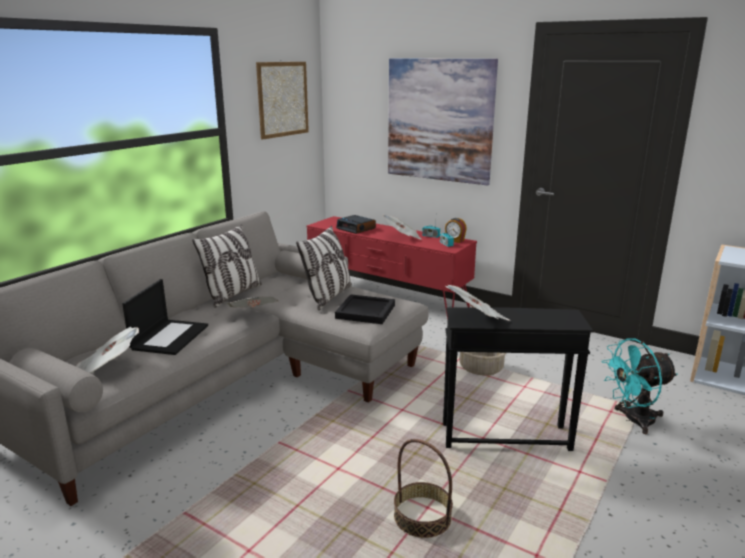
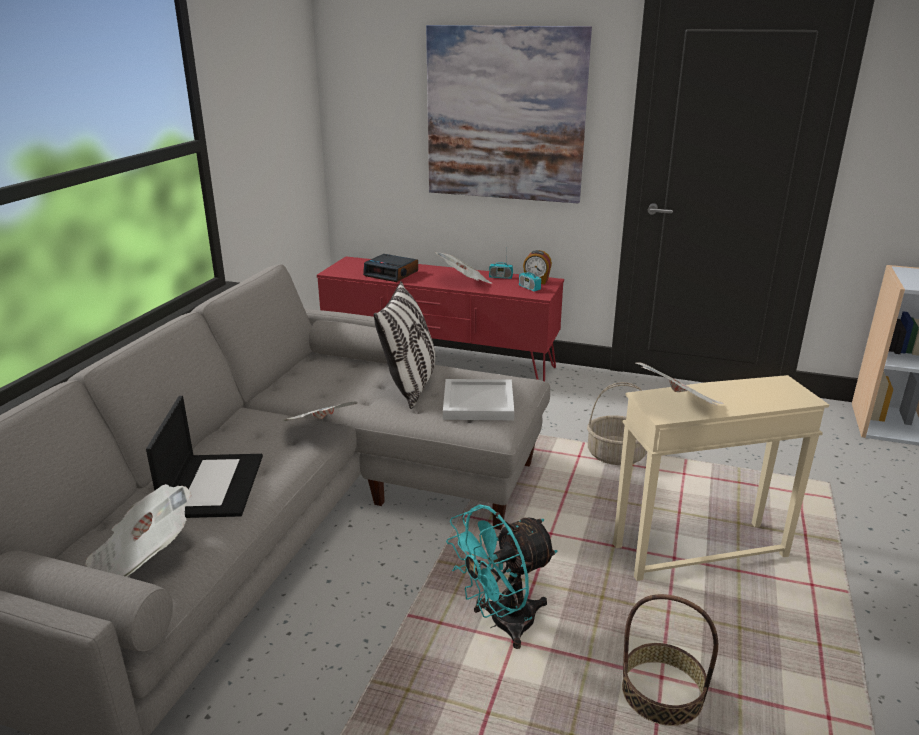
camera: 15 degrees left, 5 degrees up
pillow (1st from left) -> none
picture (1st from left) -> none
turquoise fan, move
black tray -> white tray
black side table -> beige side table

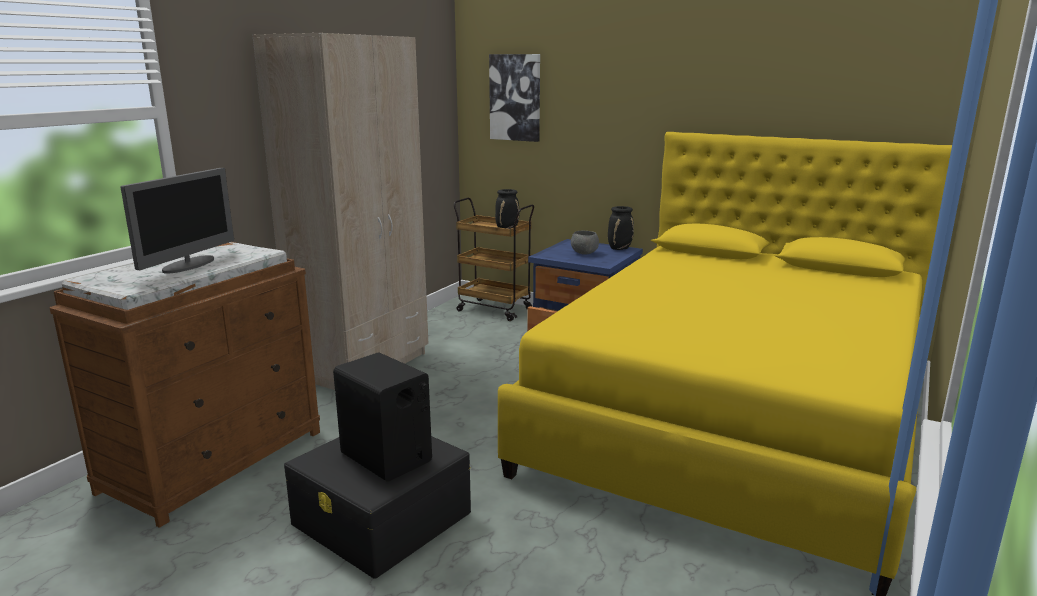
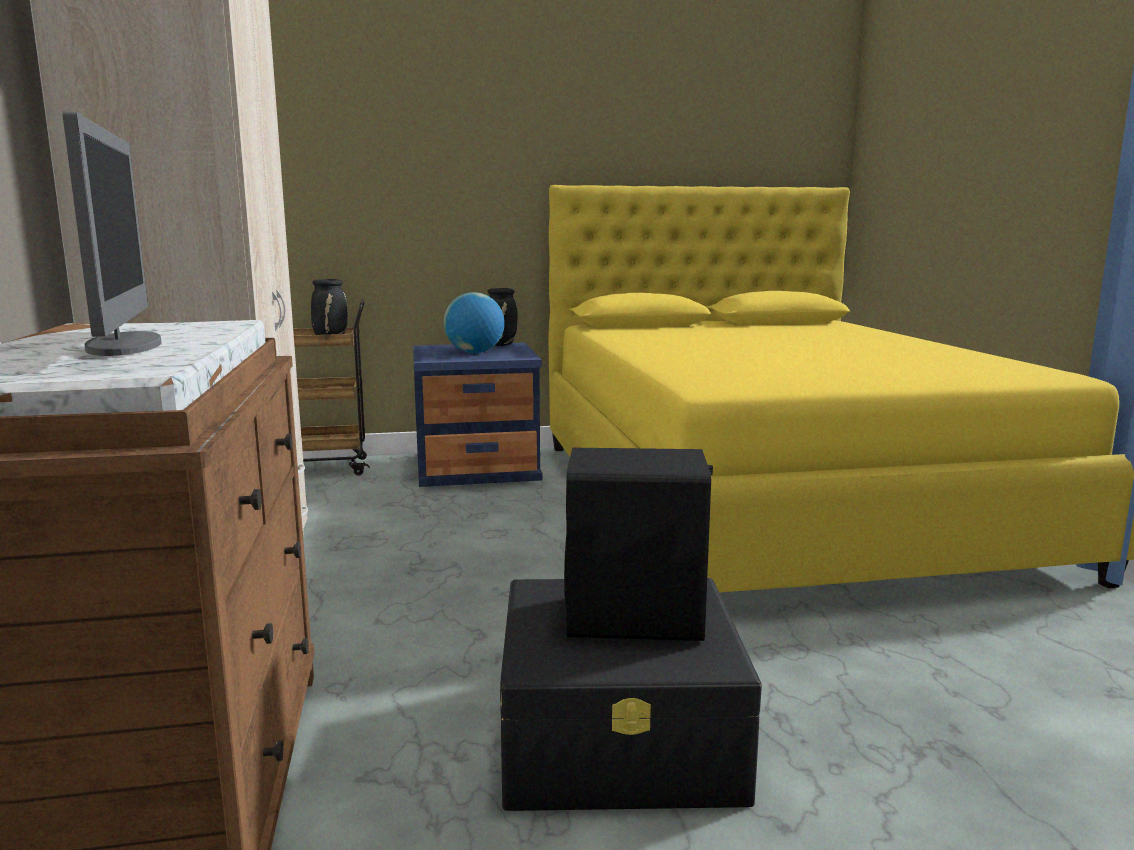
camera: 40 degrees left, 5 degrees down
picture -> none
grey bowl -> globe

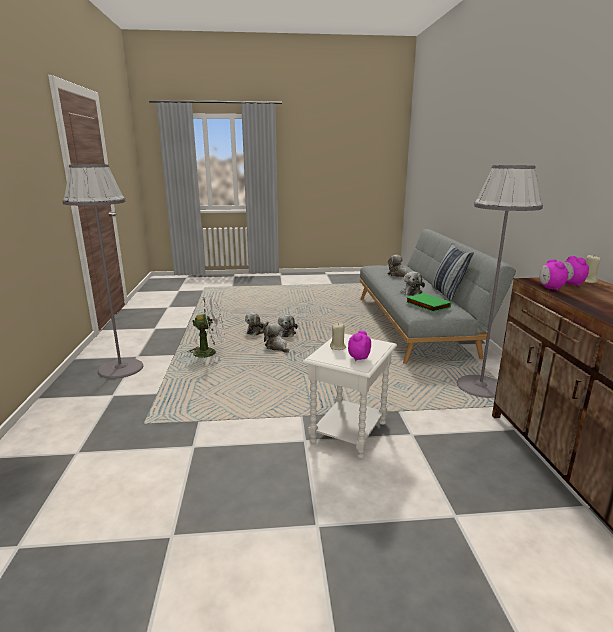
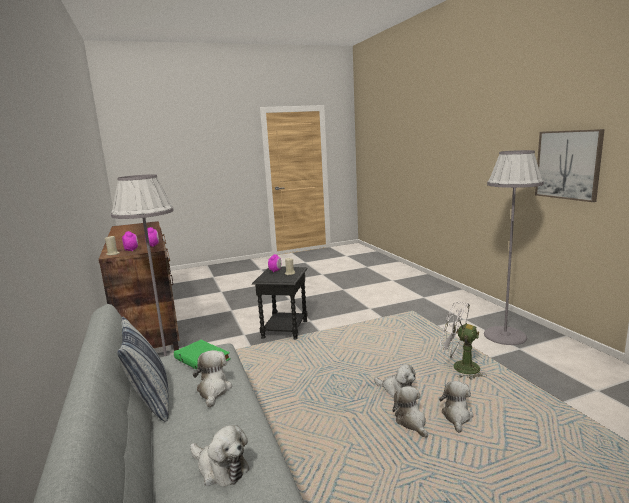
camera: 165 degrees right, 5 degrees down
none -> picture
white side table -> black side table
white fan, 60 degrees clockwise

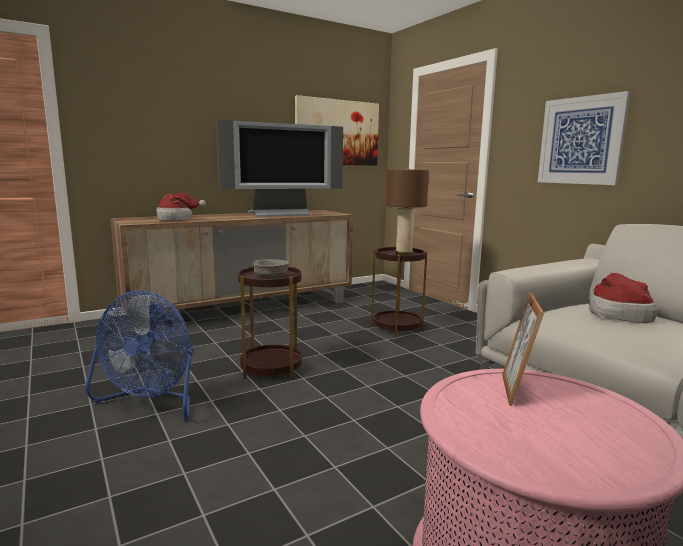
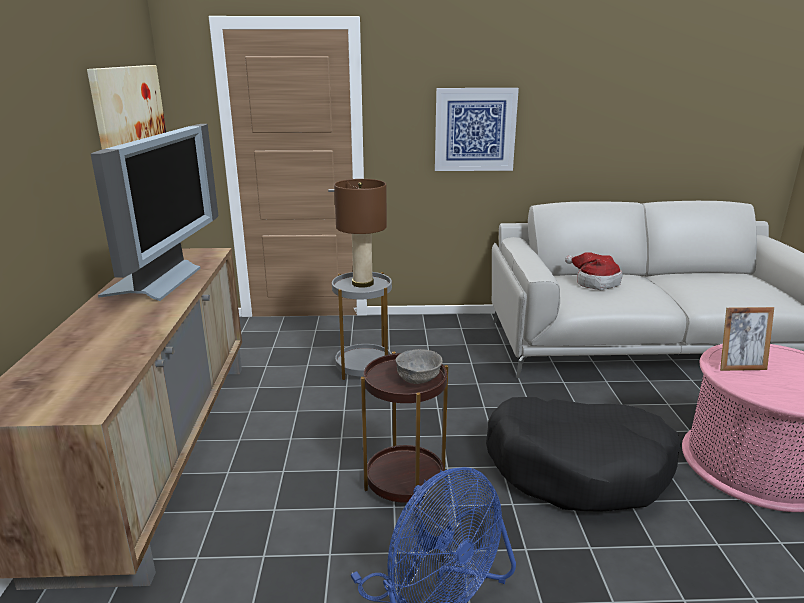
camera: 60 degrees left, 10 degrees up
hat (1st from left) -> none
none -> black dog bed
brown side table (2nd from left) -> grey side table
picture frame, 45 degrees counterclockwise

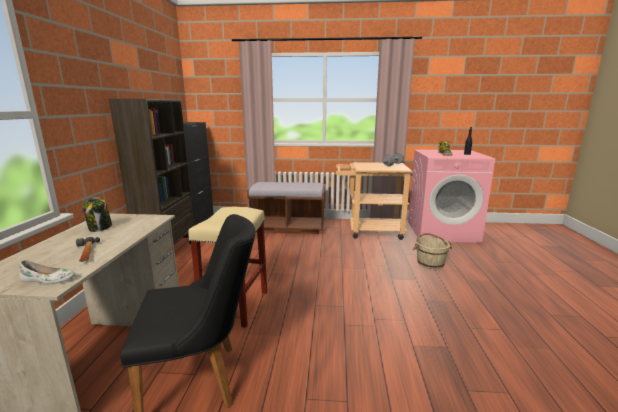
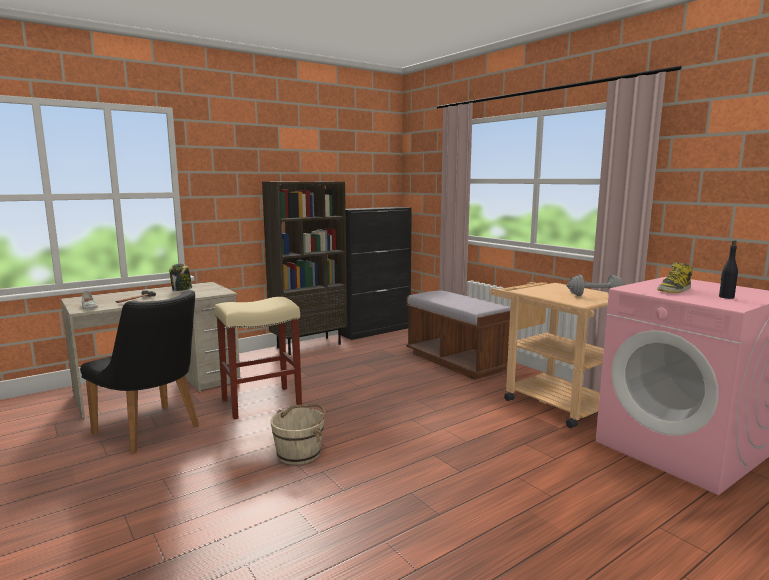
camera: 50 degrees right, 5 degrees down
beige bucket, move

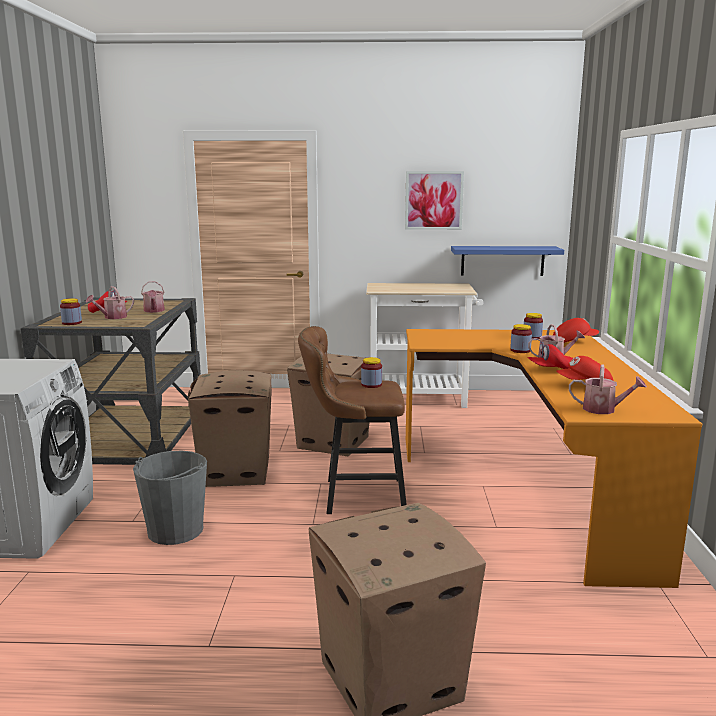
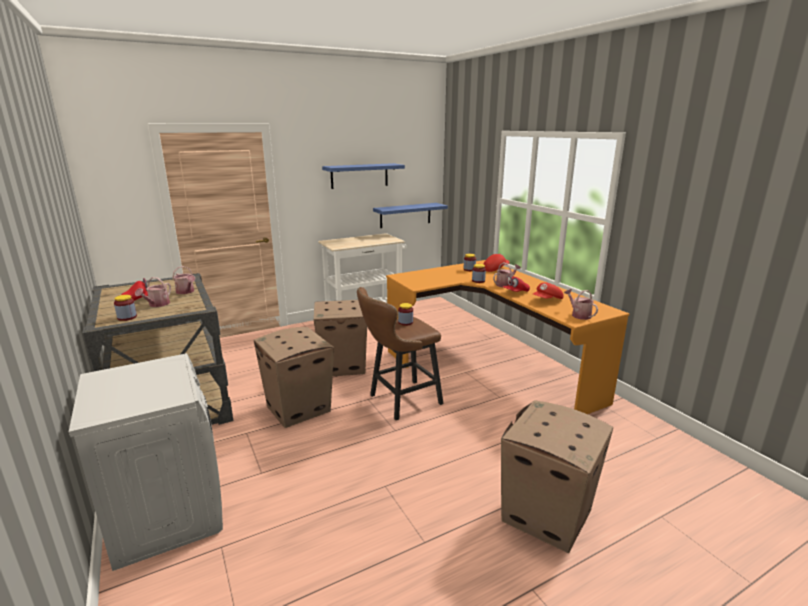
camera: 30 degrees left, 5 degrees up
grey bucket -> none
picture -> blue shelf (1st from left)
watering can (4th from left), 105 degrees counterclockwise

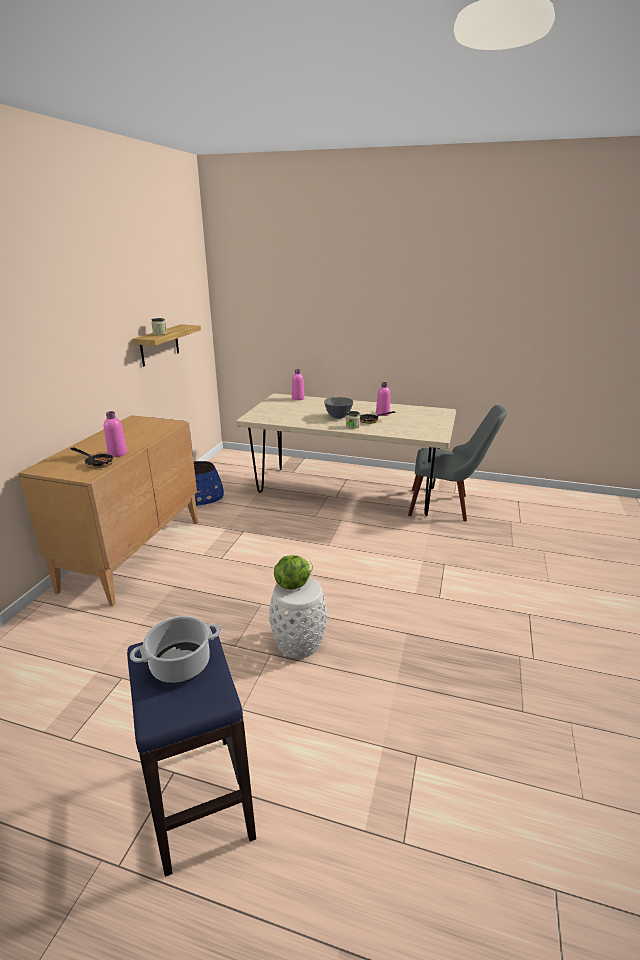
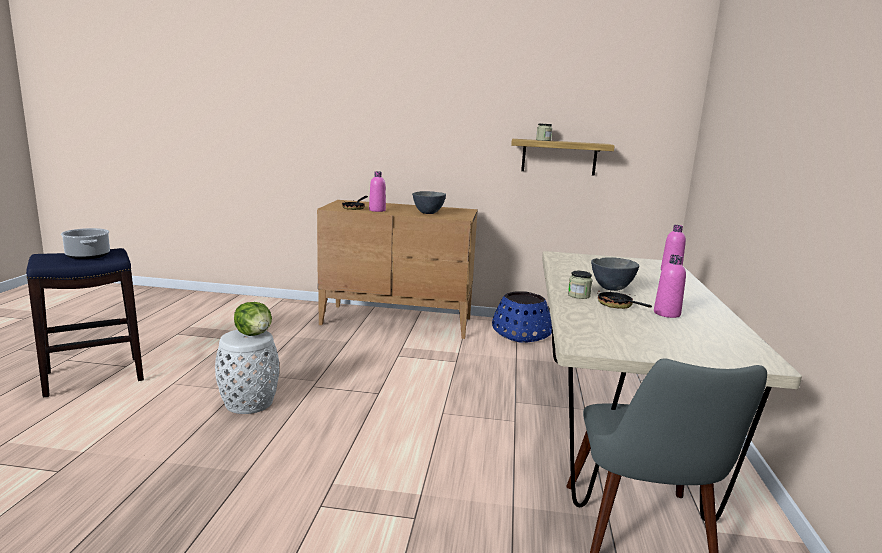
camera: 80 degrees right, 10 degrees down
none -> grey bowl (1st from left)

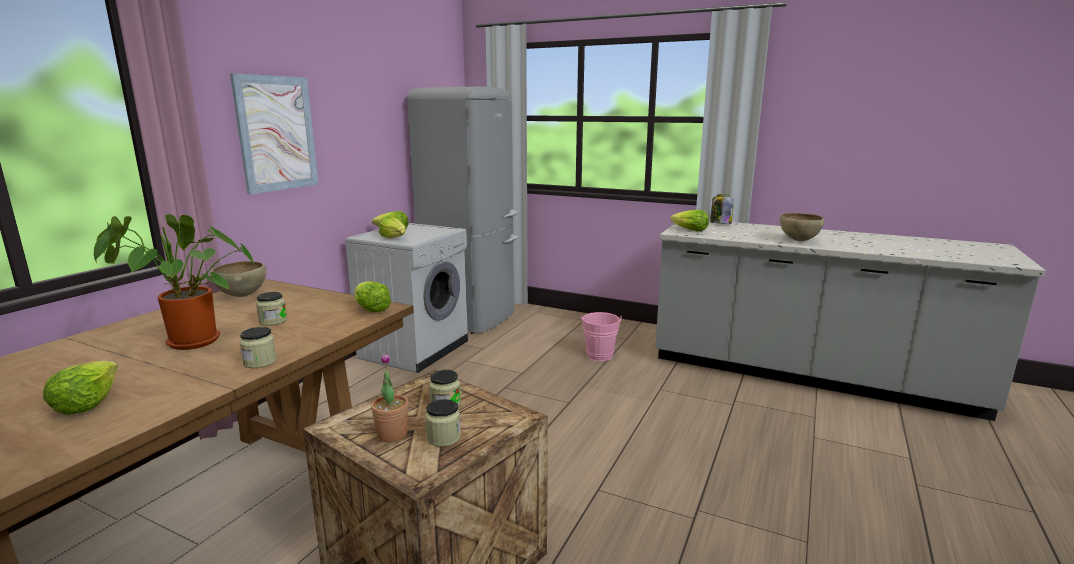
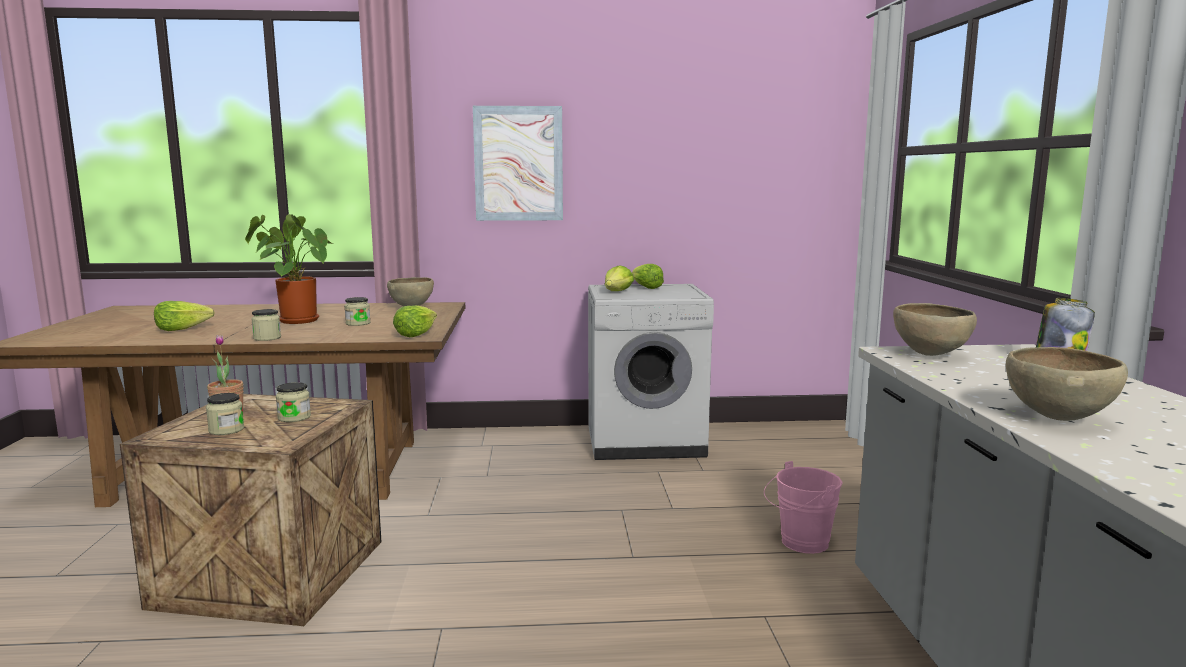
camera: 60 degrees right, 5 degrees down
grey fridge -> none
lettuce (5th from left) -> brown bowl (2nd from left)

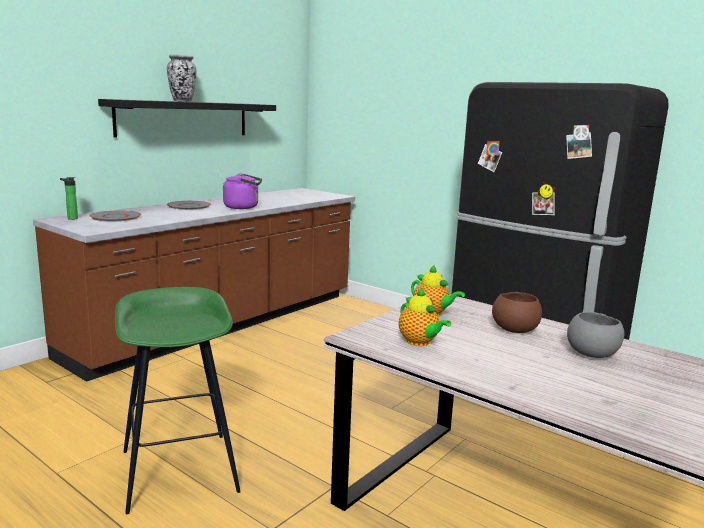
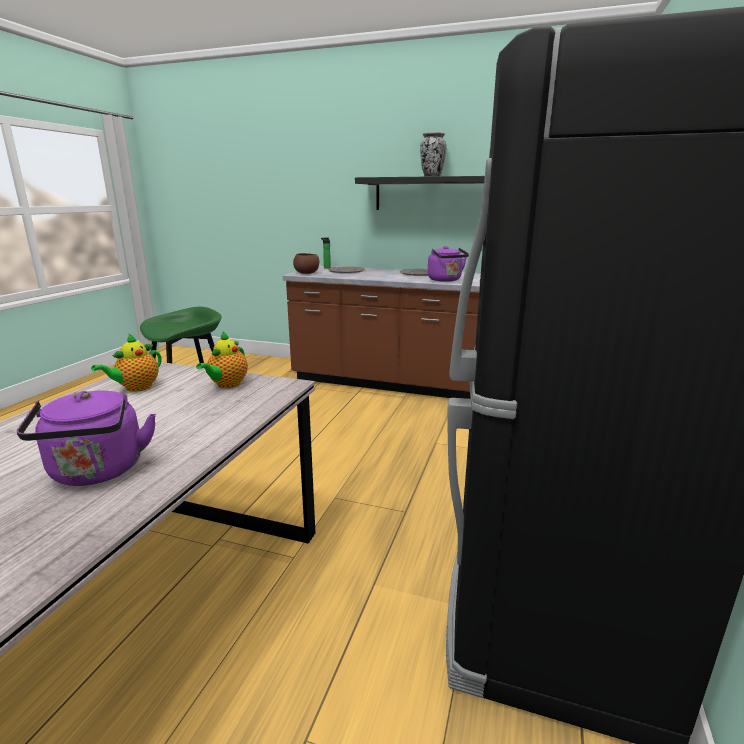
camera: 70 degrees right, 5 degrees up
brown bowl, move
grey bowl -> purple kettle (1st from left)

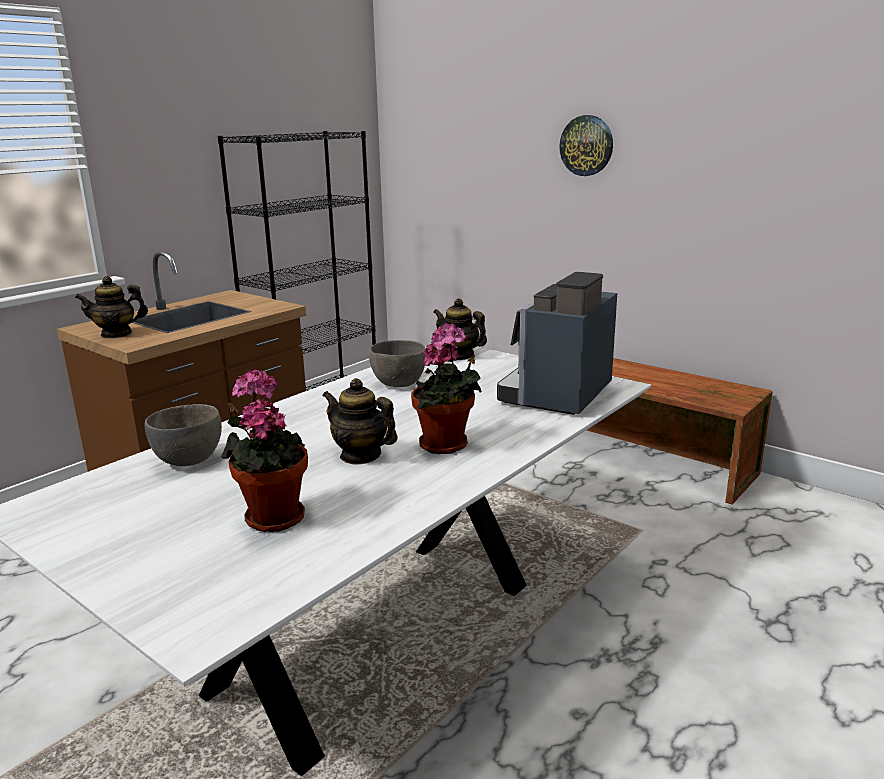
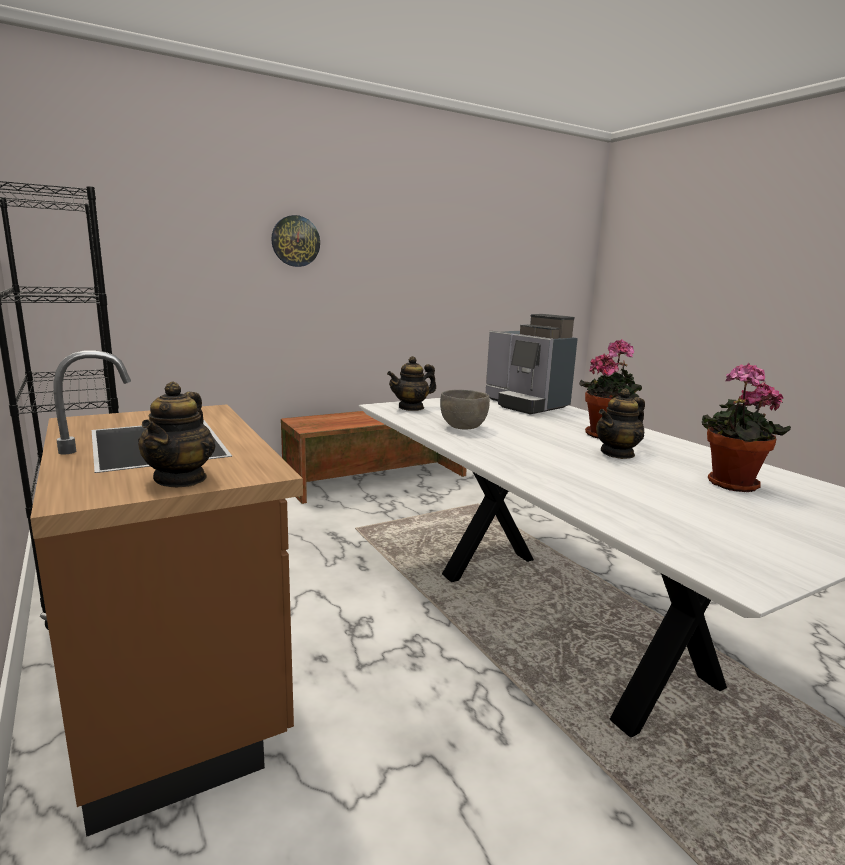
camera: 70 degrees left, 5 degrees down
grey bowl (1st from left) -> none

